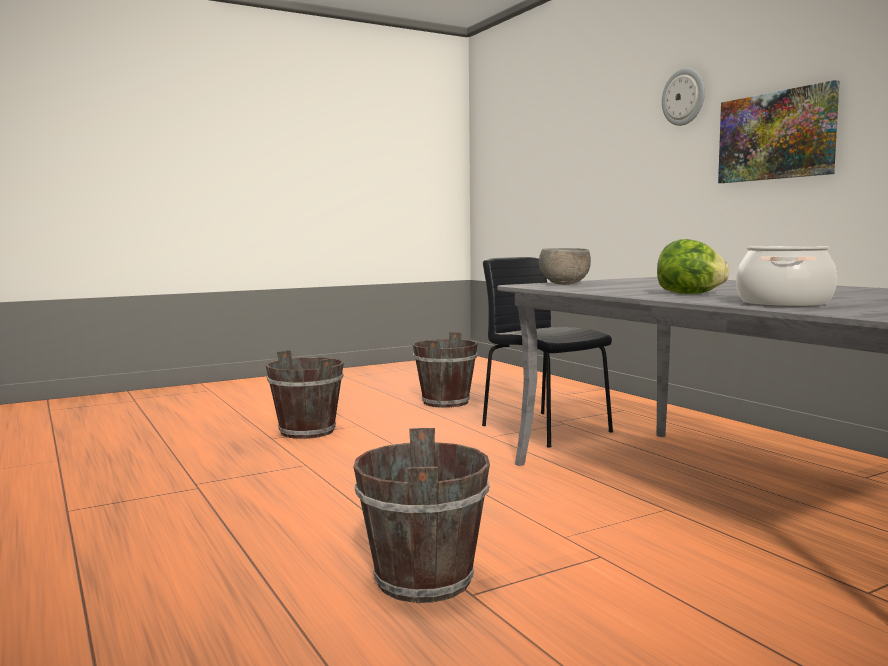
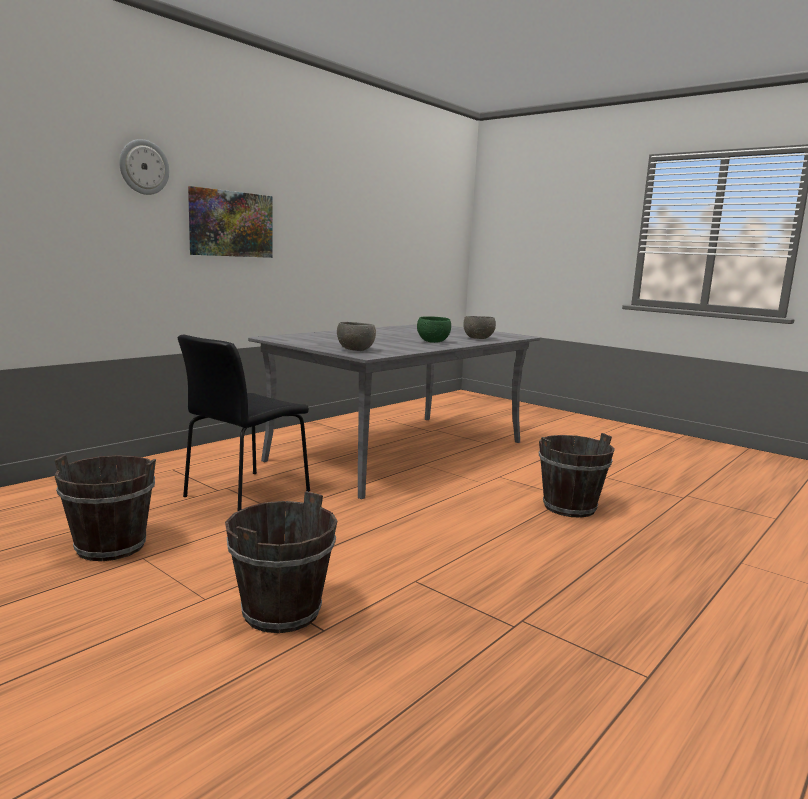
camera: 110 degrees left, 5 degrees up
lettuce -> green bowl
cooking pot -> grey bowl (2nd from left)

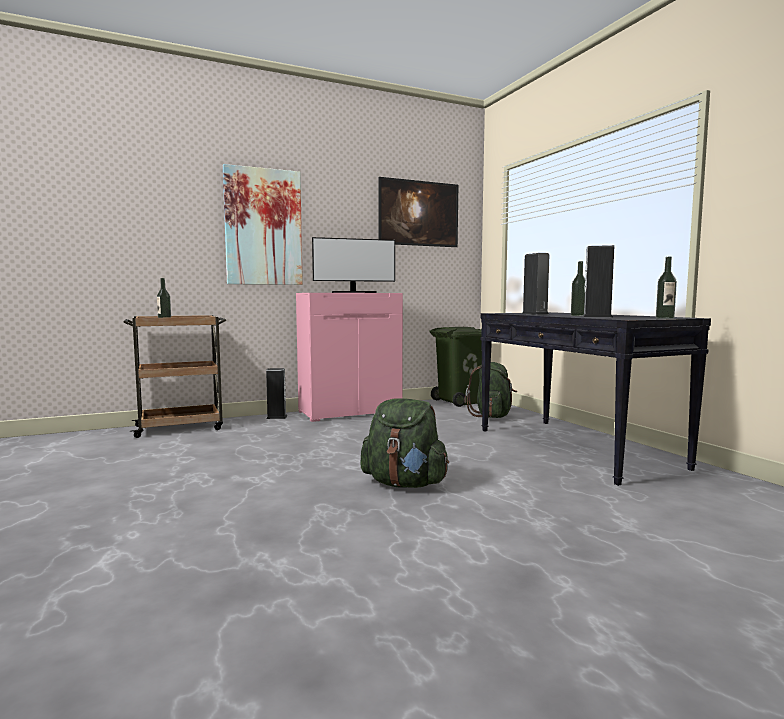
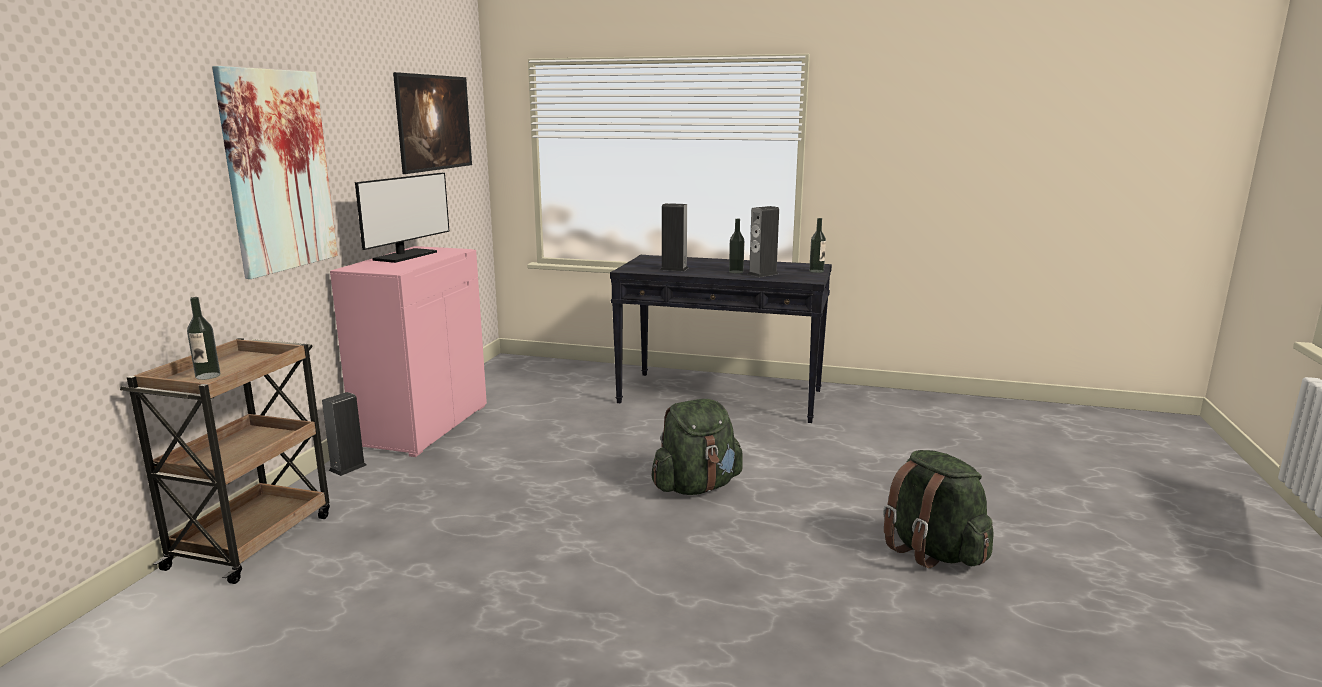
camera: 50 degrees left, 10 degrees up
green trash can -> none
green backpack (2nd from left), move

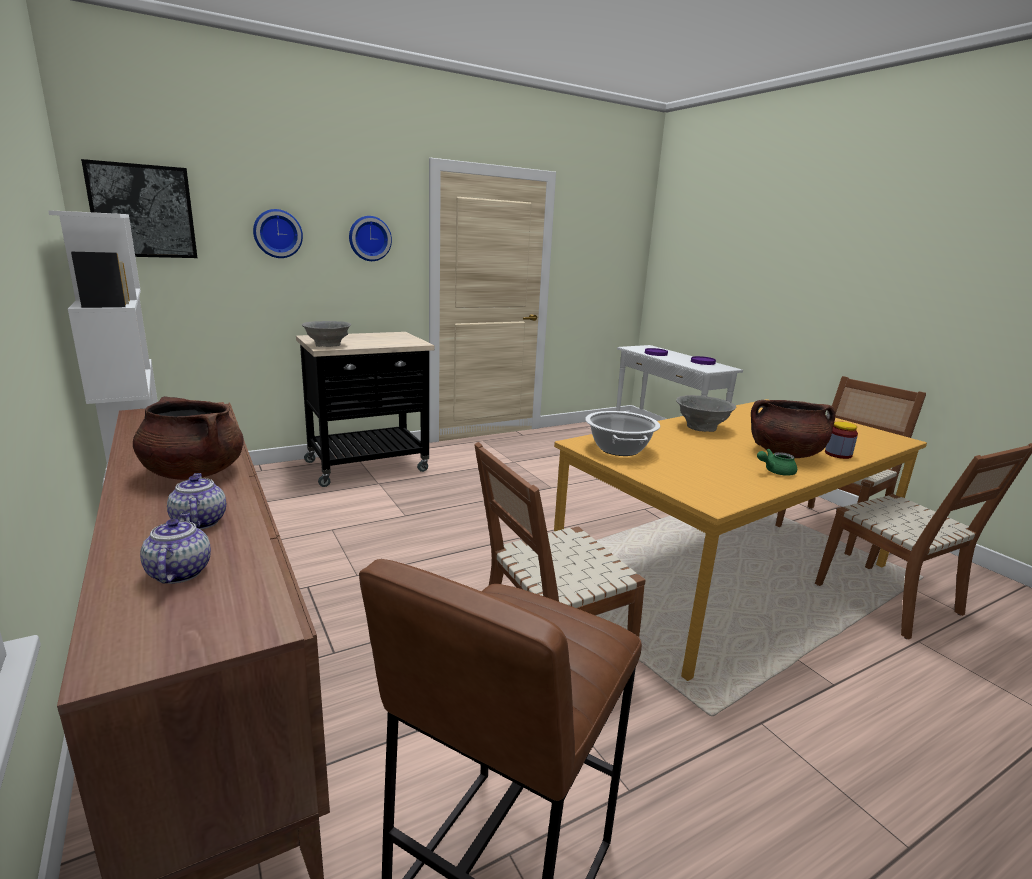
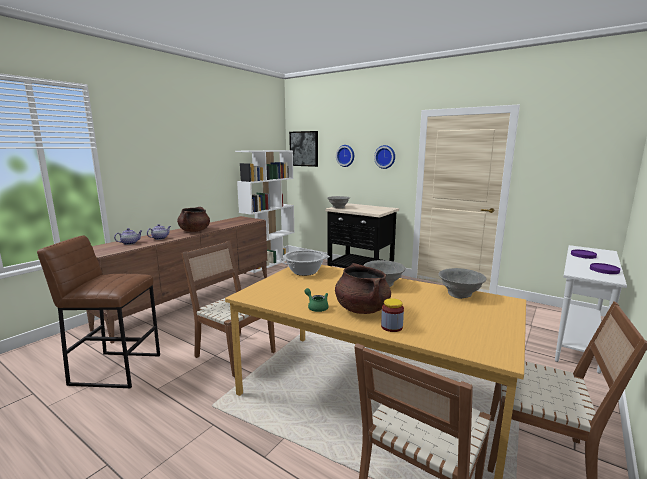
camera: 65 degrees right, 5 degrees down
none -> grey bowl (3rd from left)

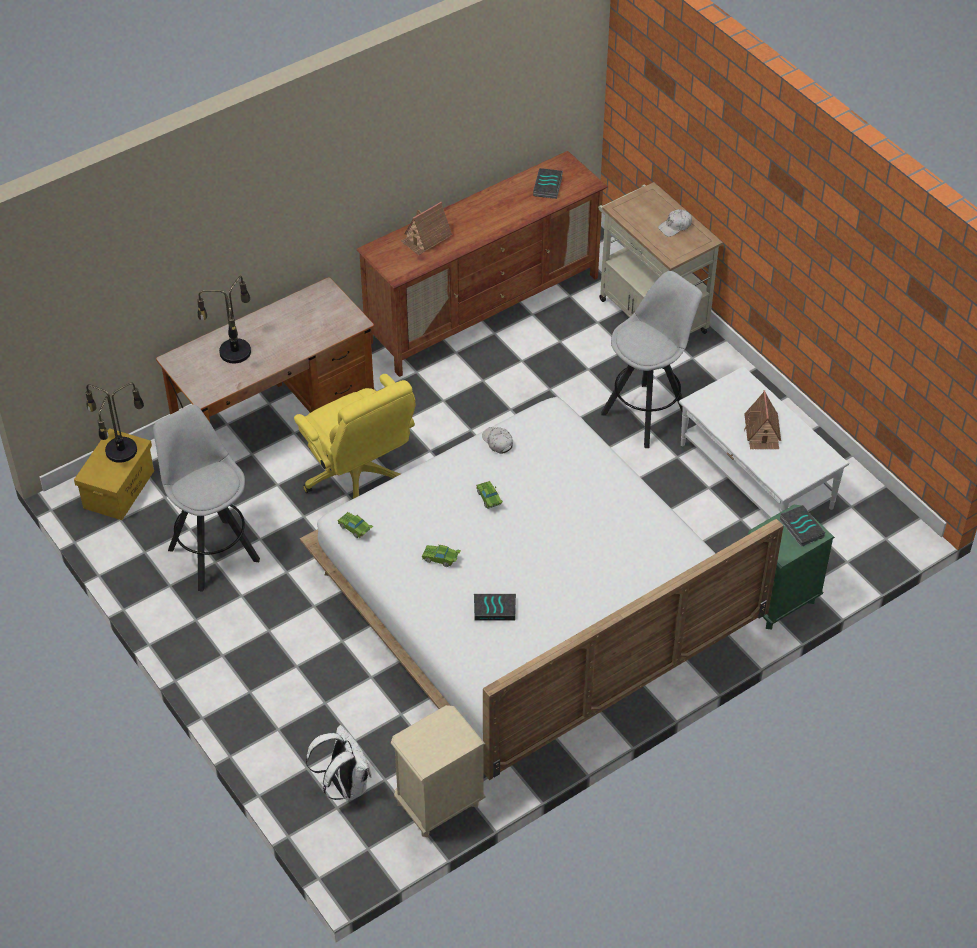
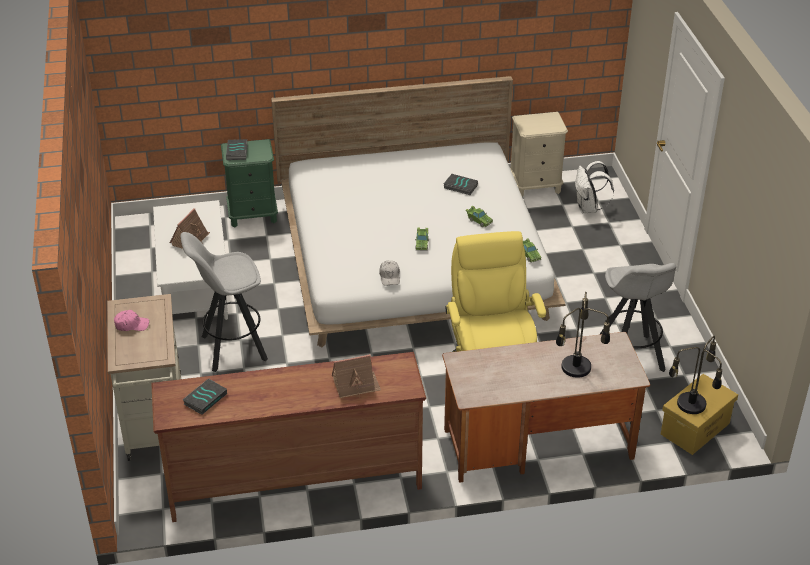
camera: 155 degrees left, 10 degrees down
white cap (2nd from left) -> pink cap

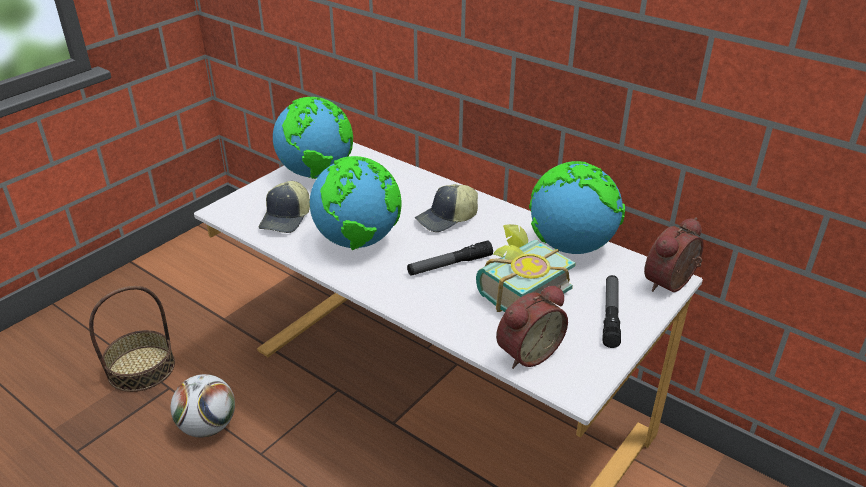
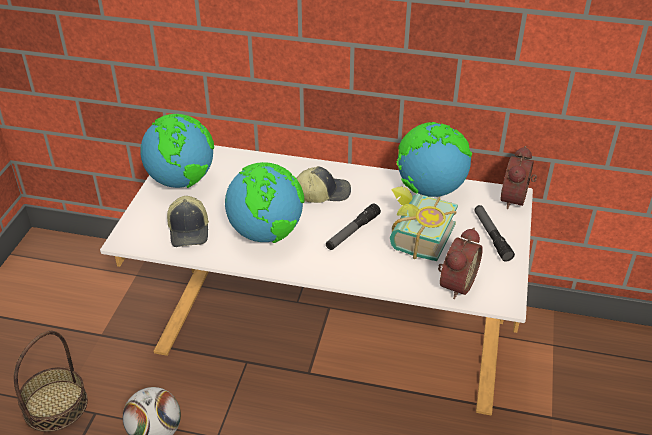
camera: 25 degrees left, 5 degrees up
cap (2nd from left), 135 degrees counterclockwise

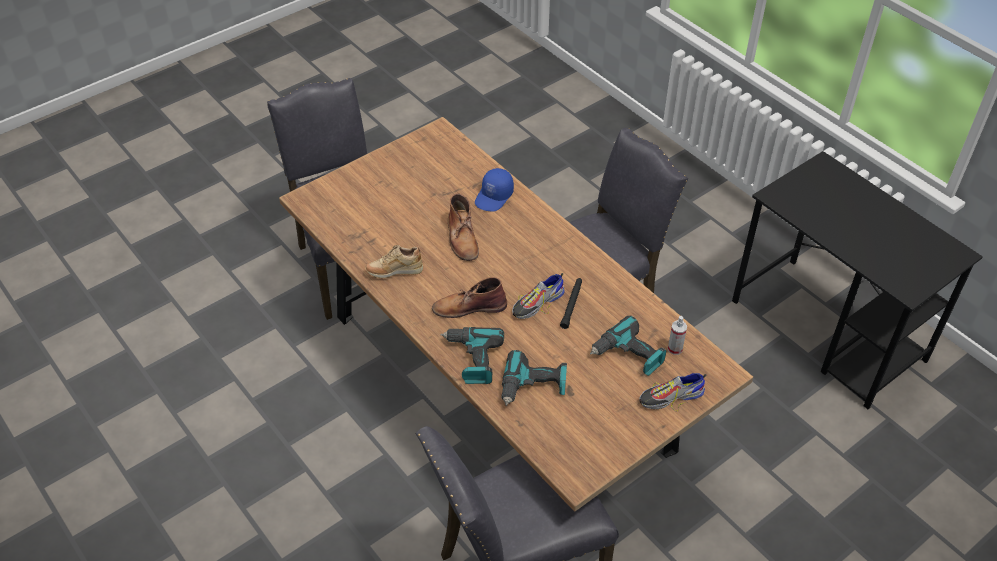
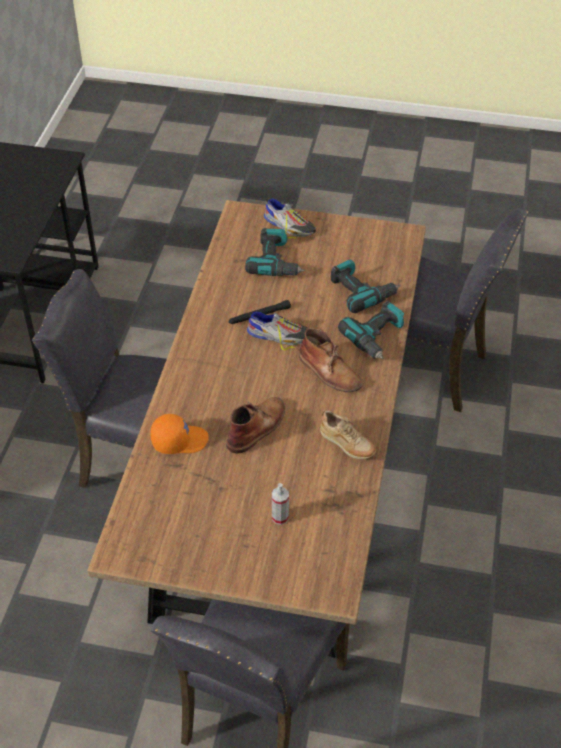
camera: 130 degrees left, 0 degrees up
spray bottle, move
blue cap -> orange cap

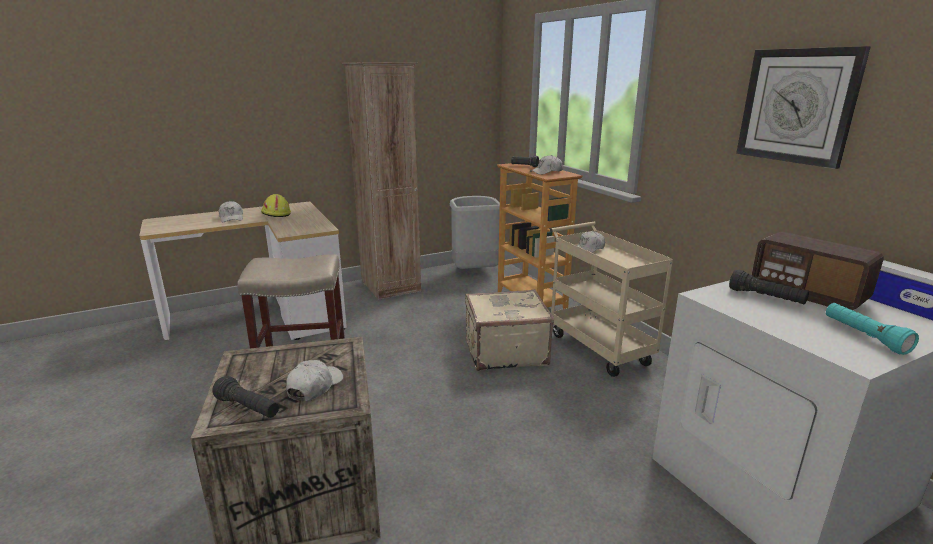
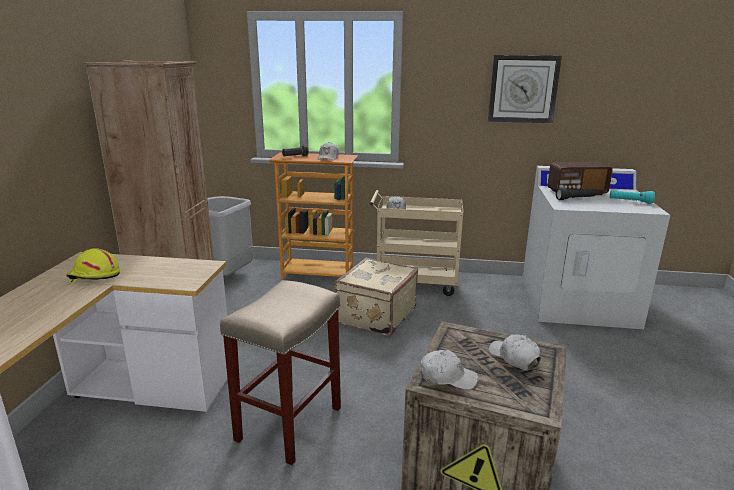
camera: 55 degrees left, 0 degrees up
black flashlight (1st from left) -> none
white cap (1st from left in the first image) -> white cap (3rd from left), move

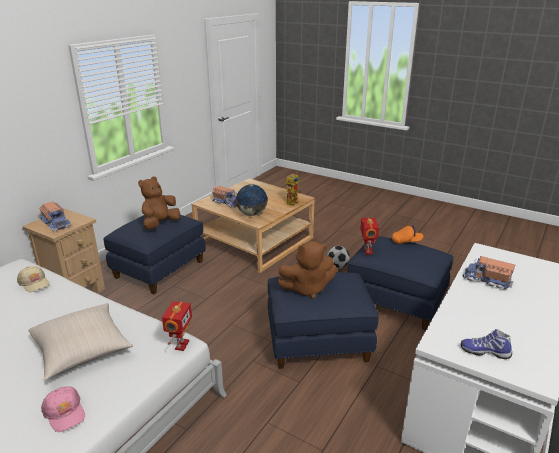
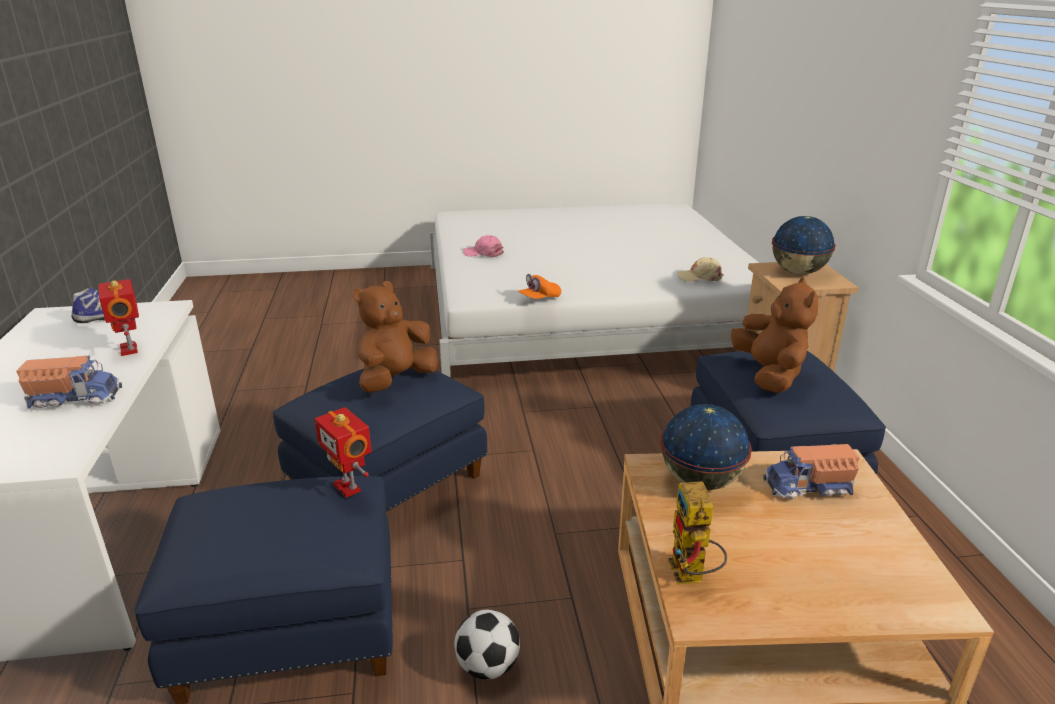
camera: 140 degrees right, 0 degrees up
beige pillow -> none
toy robot (1st from left), move
orange cap, move
toy truck (1st from left) -> globe (2nd from left)

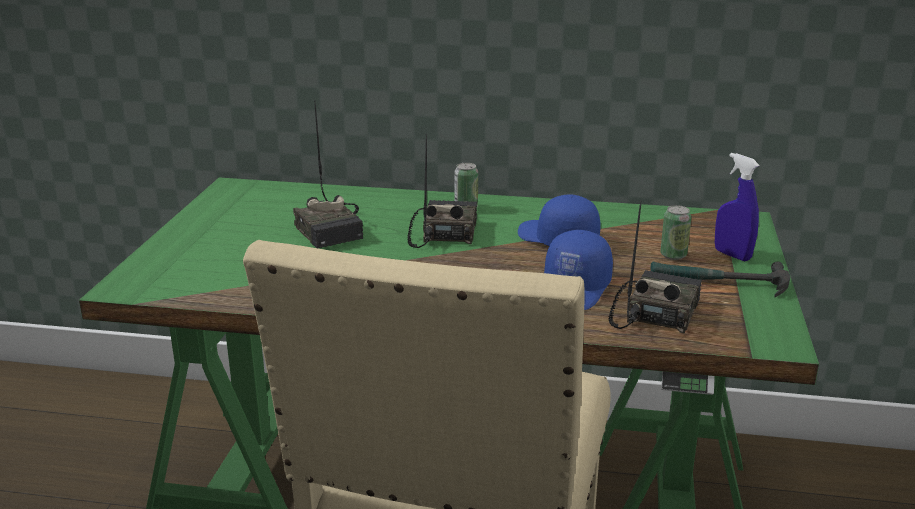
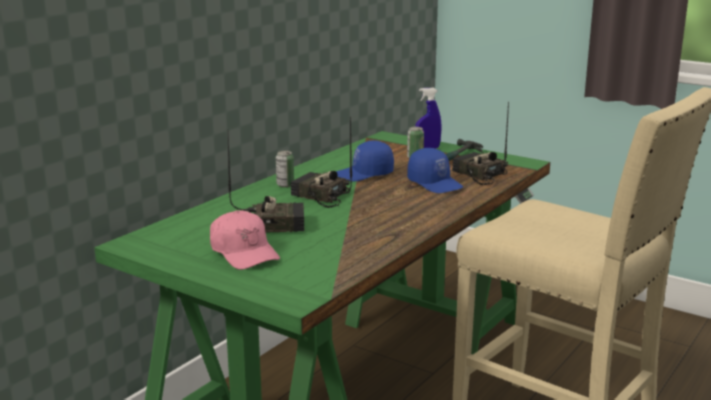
camera: 65 degrees left, 5 degrees down
none -> pink cap

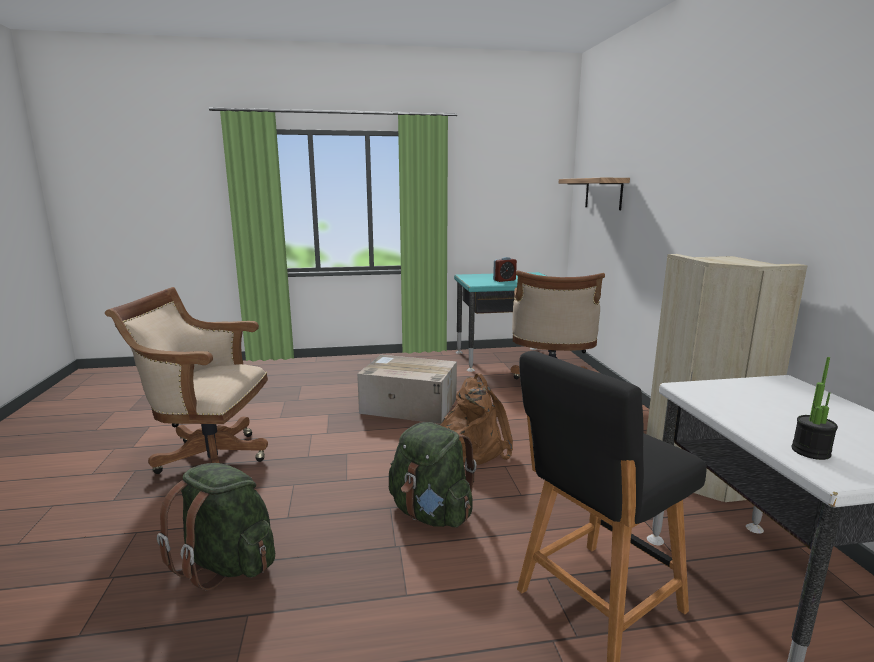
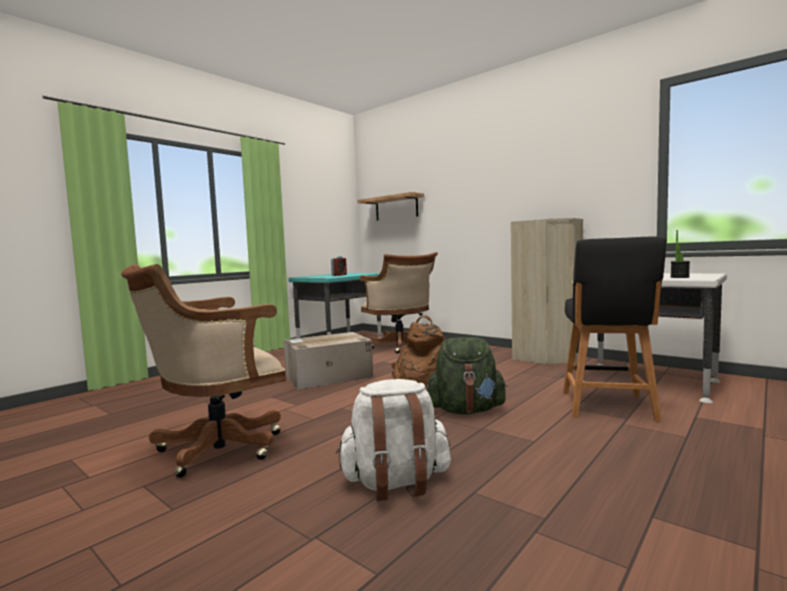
camera: 40 degrees left, 10 degrees down
green backpack (1st from left) -> white backpack

